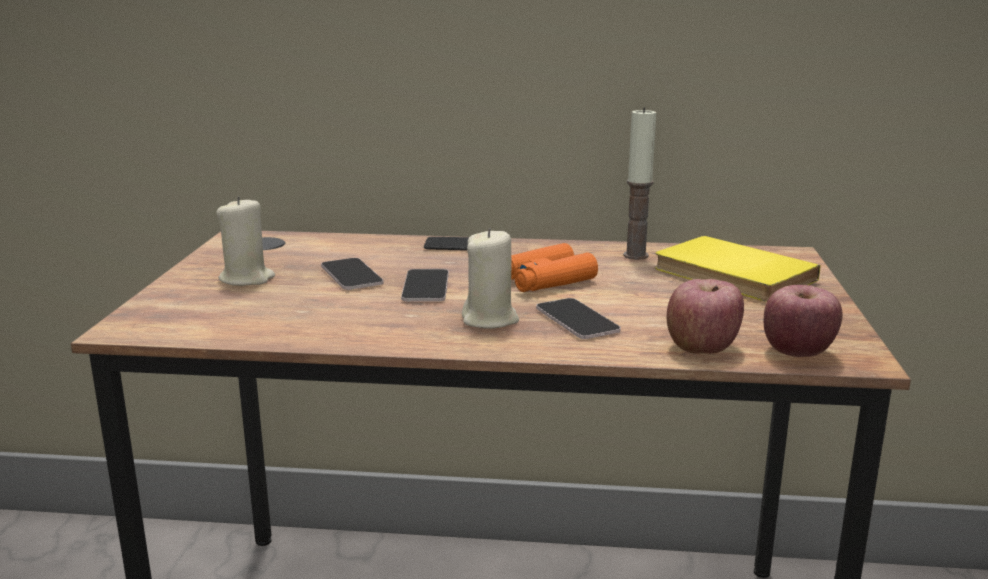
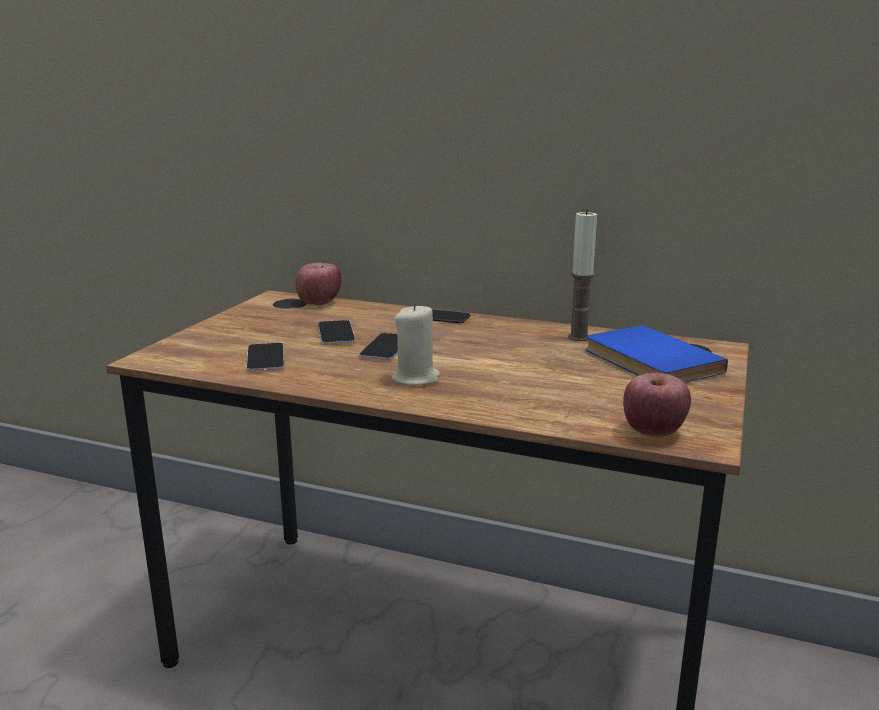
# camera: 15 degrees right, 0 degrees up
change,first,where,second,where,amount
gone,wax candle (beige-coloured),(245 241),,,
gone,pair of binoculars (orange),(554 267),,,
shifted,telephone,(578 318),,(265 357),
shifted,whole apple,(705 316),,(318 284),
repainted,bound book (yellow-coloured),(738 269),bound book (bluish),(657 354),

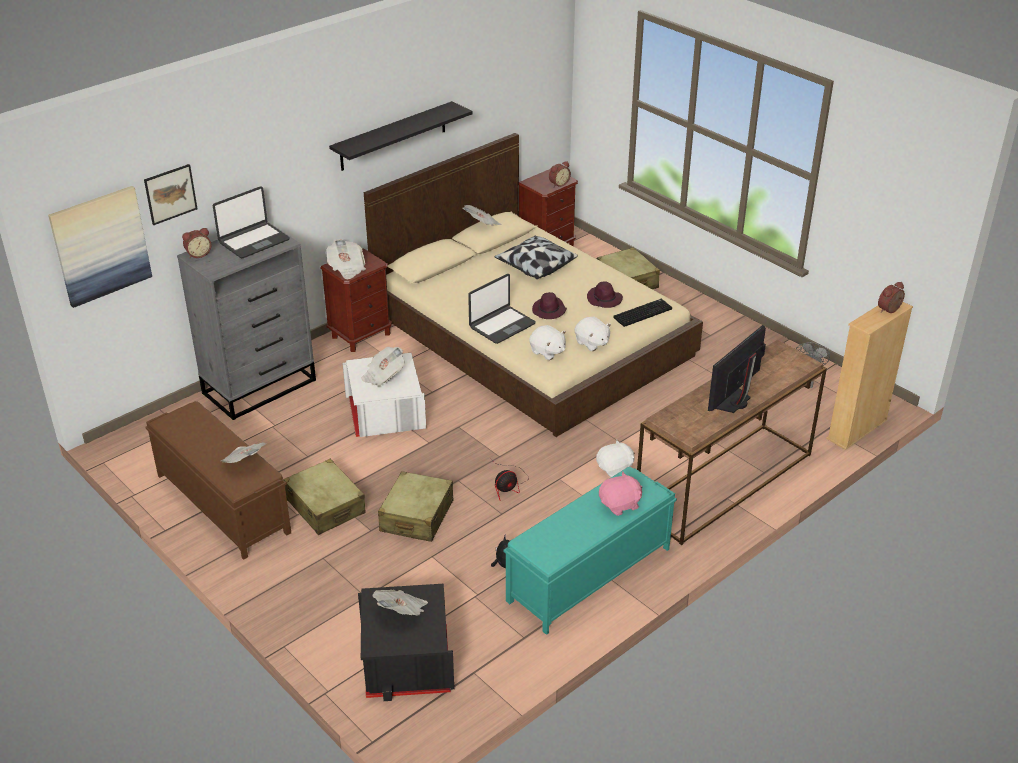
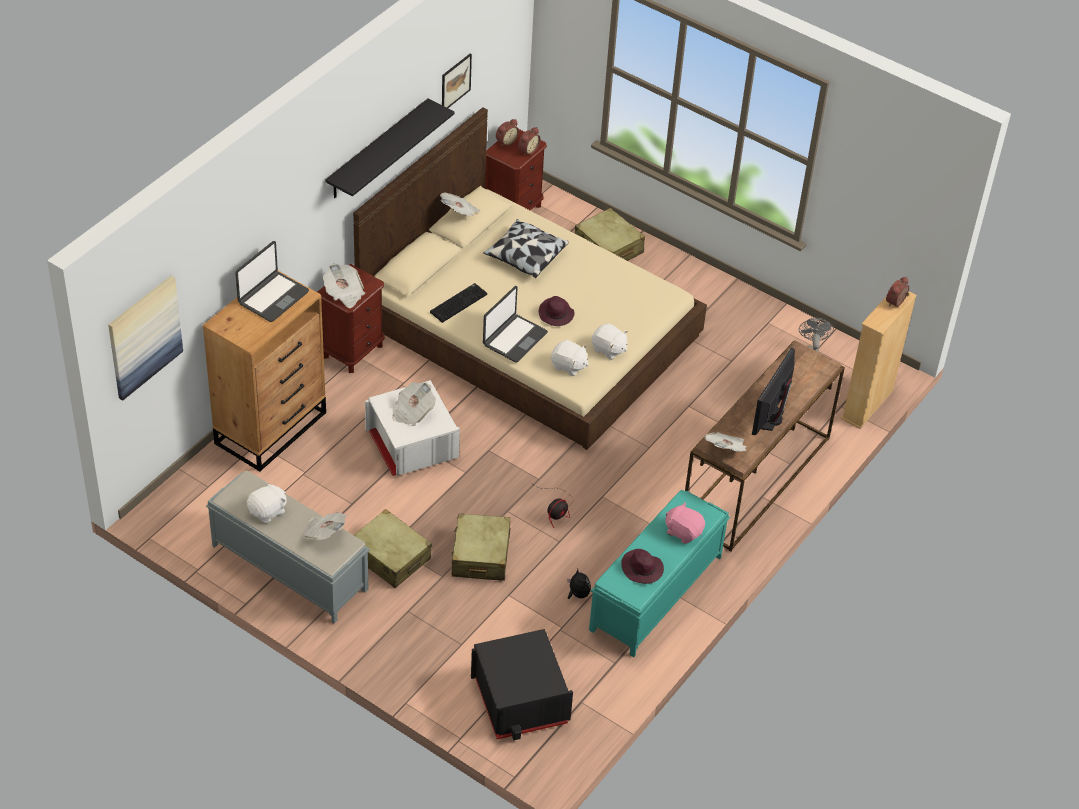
# camera: 15 degrees left, 10 degrees up
change,first,where,second,where,amount
shifted,wall picture,(171 194),,(457 81),
shifted,table clock,(196 243),,(507 133),
shifted,daily paper,(400 603),,(725 442),
shifted,hat (purple-coloured),(605 294),,(642 566),
shifted,soft toy (white),(615 458),,(267 502),
shifted,computer keyboard,(642 313),,(458 303),
repainted,bench (brownish),(218 480),bench (grey),(288 547),
repainted,drawer chest (grey),(246 321),drawer chest (brownish),(264 371),
rotated,soft toy (pinkish),(620 494),,(685 523),105 degrees counterclockwise

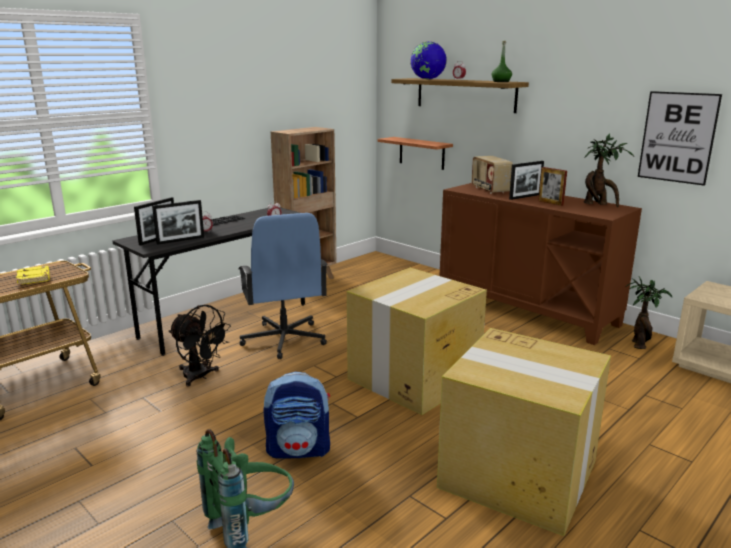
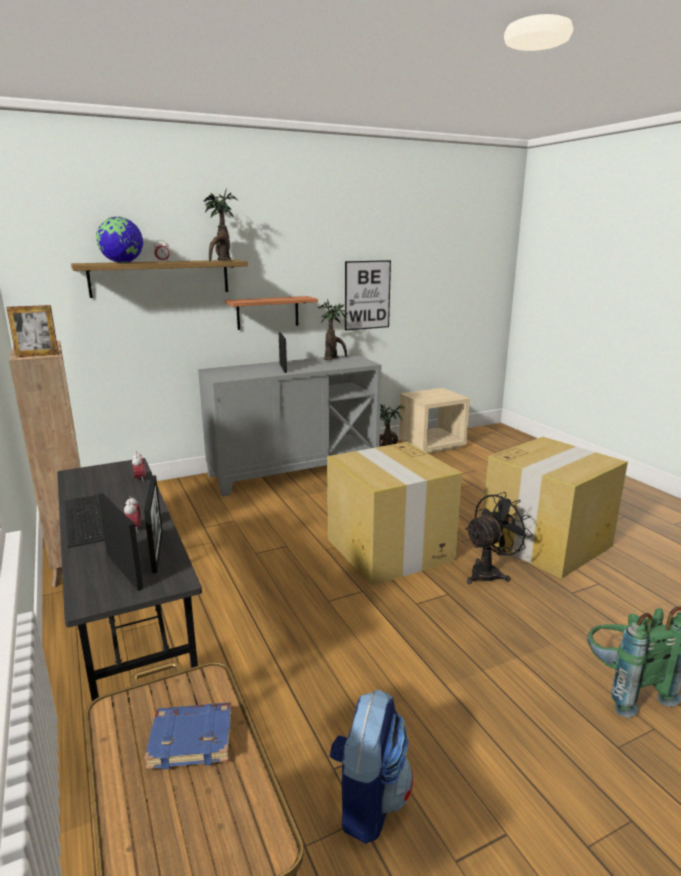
# camera: 70 degrees left, 0 degrees up
change,first,where,second,where,amount
gone,office chair (bluish),(283 286),,,
gone,radio,(492 175),,,
shifted,electric fan (blackish),(200 345),,(499 538),
shifted,knapsack,(296 415),,(371 766),
shifted,wall shelf,(415 153),,(271 313),
shifted,photo frame,(552 186),,(32 331),
swapped,drink bottle (greenish),(502 61),potted plant,(220 224),
repainted,bound book (yellow-coloured),(33 275),bound book (bluish),(187 736),
repainted,storage cabinet (brownish),(541 264),storage cabinet (grey),(289 425),

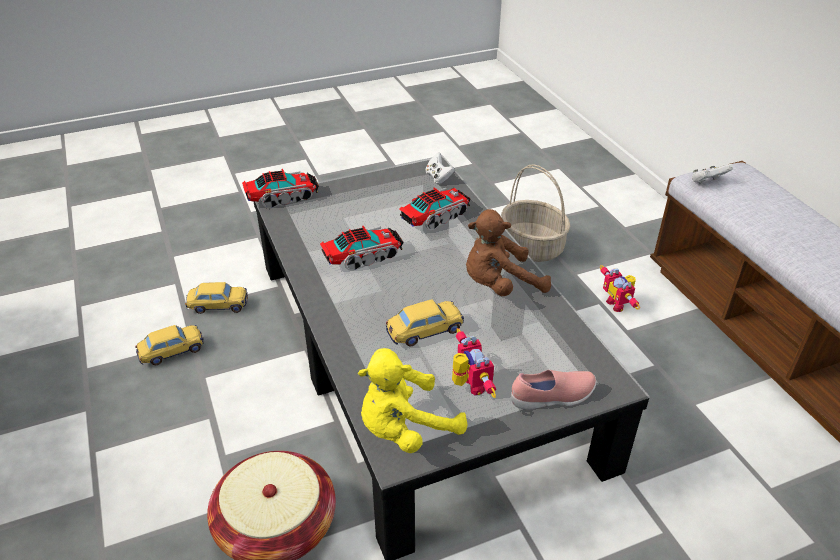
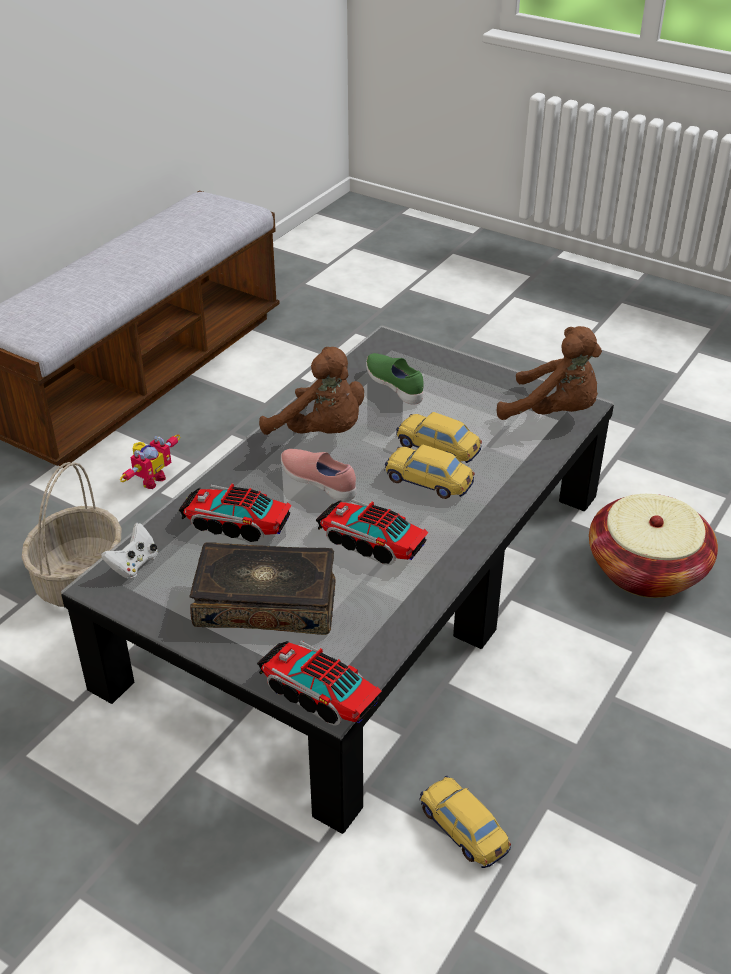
# camera: 125 degrees left, 0 degrees up
change,first,where,second,where,amount
gone,model robot,(474 363),,,
gone,game controller (white),(712 174),,,
new,,,bound book,(263 588),
new,,,shoe (greenish),(395 378),
shifted,miniature car,(169 345),,(429 472),
shifted,shoe (pinkish),(553 390),,(319 475),
repainted,soft toy (yellow-coloured),(412 400),soft toy (brownish),(549 373),

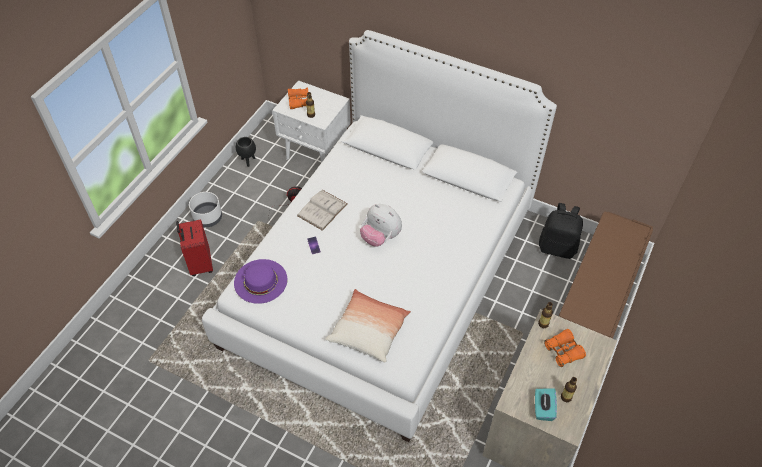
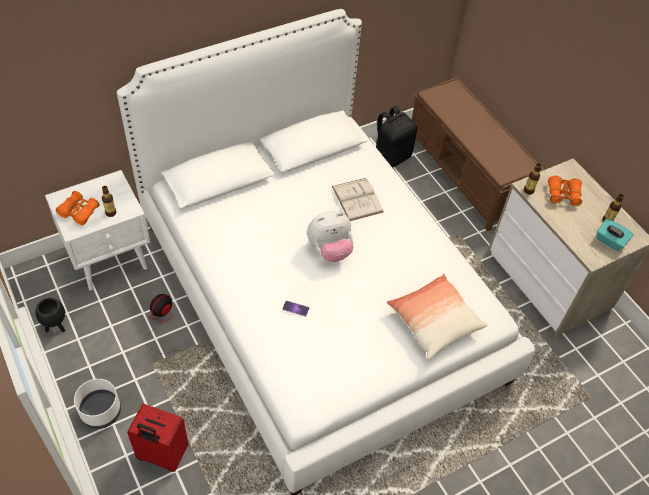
# camera: 60 degrees left, 0 degrees up
change,first,where,second,where,amount
gone,hat (purple-coloured),(260 281),,,
shifted,bound book (white),(322 210),,(358 199),

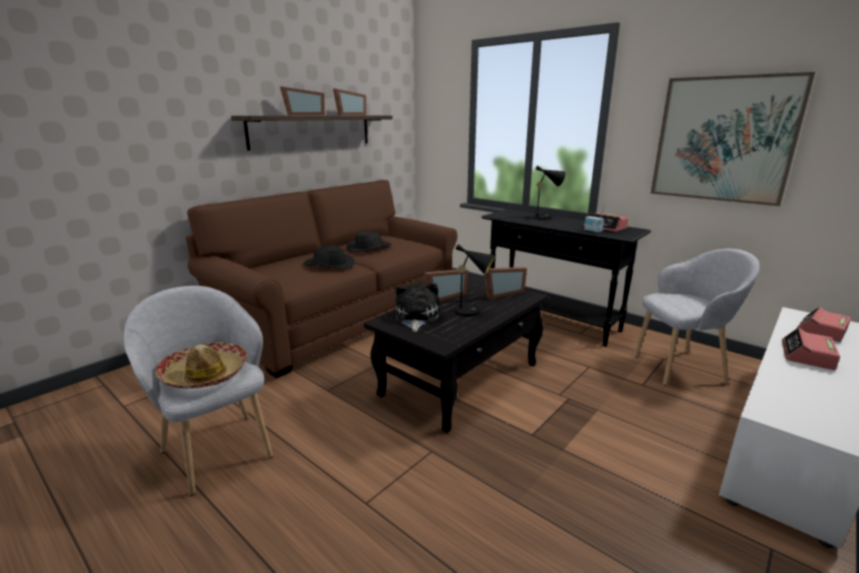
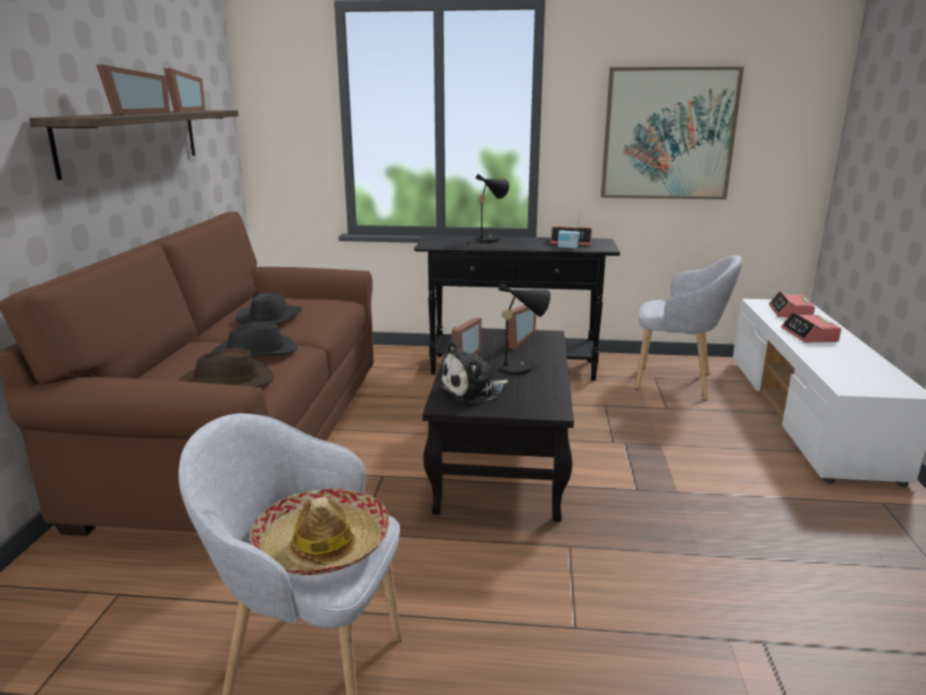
# camera: 35 degrees left, 0 degrees up
change,first,where,second,where,amount
new,,,hat (brownish),(225 367),
rotated,soft toy,(417 307),,(474 372),90 degrees counterclockwise
rotated,armchair (grey),(697 317),,(688 328),60 degrees clockwise

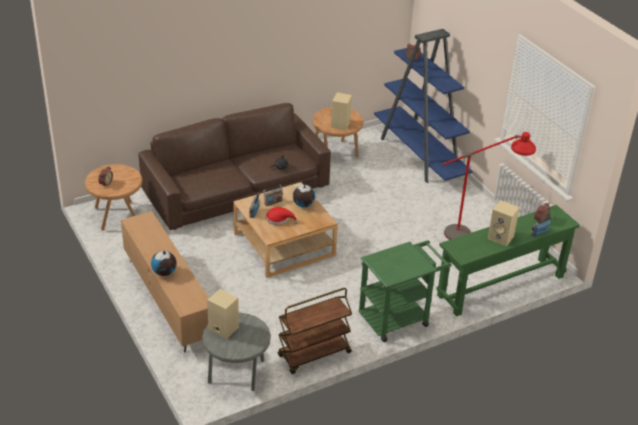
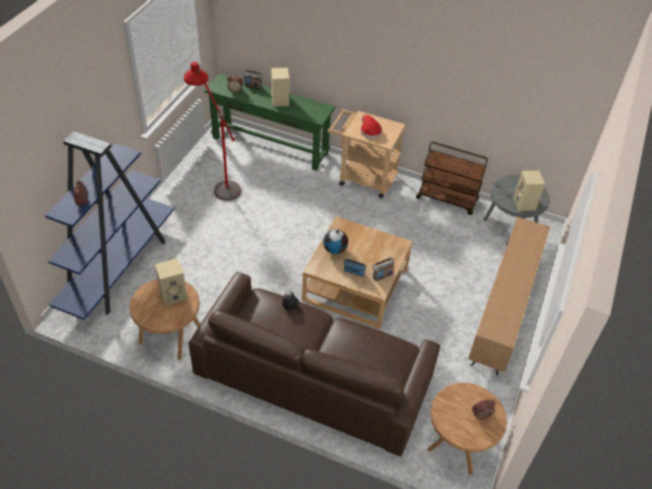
# camera: 130 degrees left, 10 degrees up
change,first,where,second,where,amount
gone,globe,(164 263),,,
shifted,hat (reddish),(282 216),,(371 126),
repainted,cart (greenish),(405 291),cart (beige-coloured),(366 153),

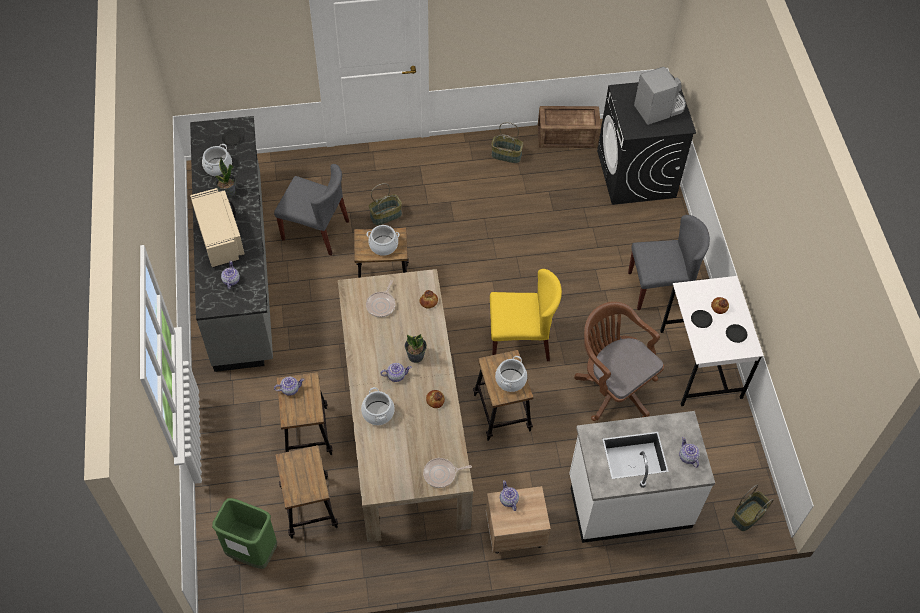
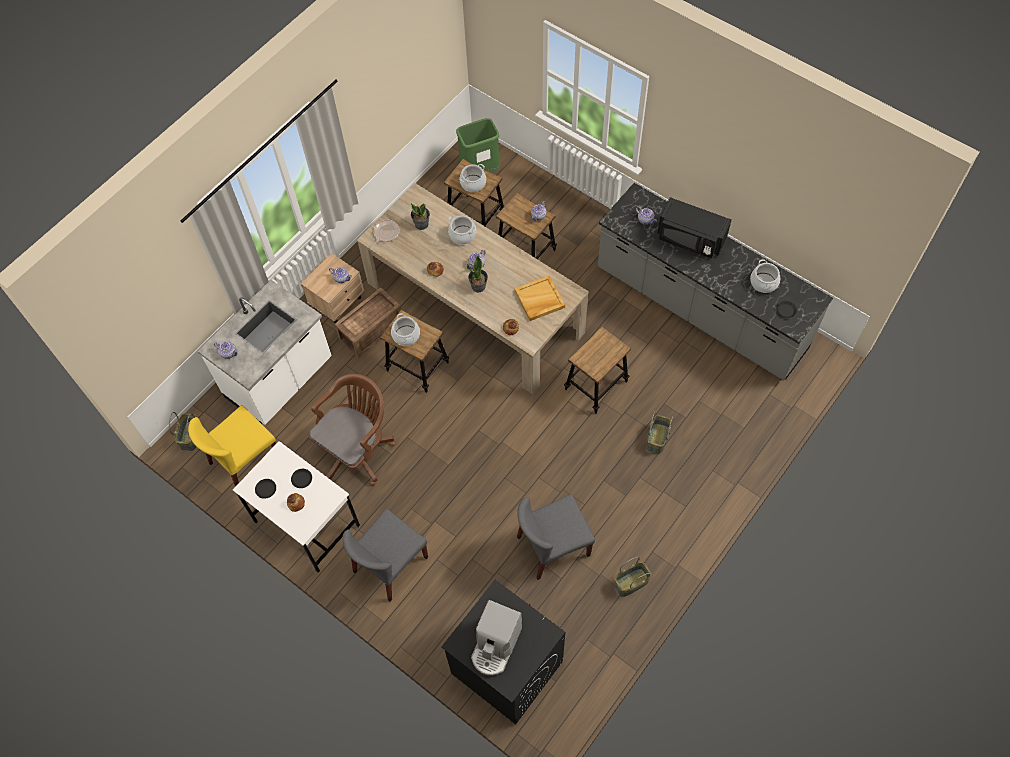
# camera: 140 degrees right, 5 degrees up
change,first,where,second,where,amount
shifted,potted plant,(225 178),,(420 216),
shifted,upright chair (grey),(311 210),,(556 537),
shifted,cooking pot,(383 240),,(473 178),
shifted,upright chair (yellow-coloured),(526 315),,(232 446),
shifted,shipping crate,(569 127),,(368 322),
swapped,frying pan,(381 298),carrying tray (beige-coloured),(539 298),
repainted,microwave oven (beige-coloured),(217 228),microwave oven (blackish),(694 227),
rotated,office chair (brownish),(619 361),,(352 430),60 degrees counterclockwise

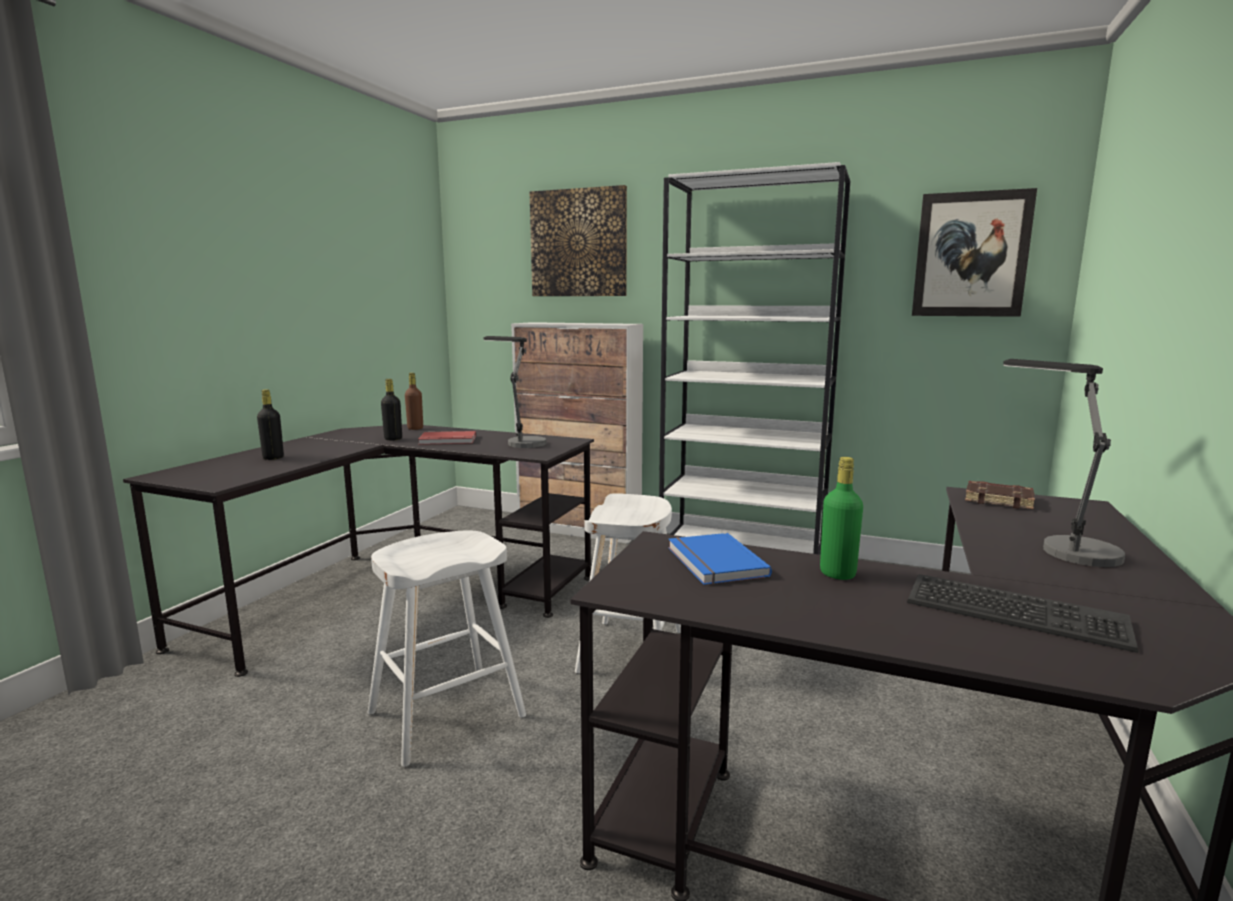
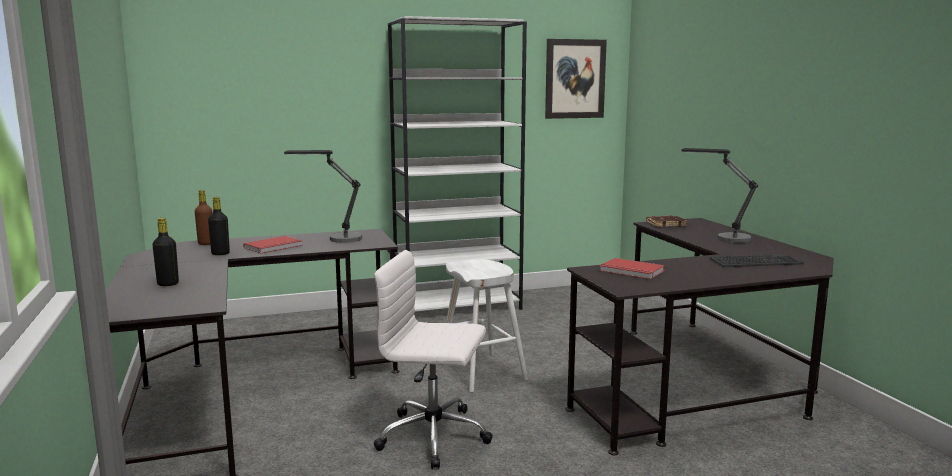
# camera: 40 degrees left, 0 degrees up
change,first,where,second,where,amount
gone,storage cabinet,(577 432),,,
gone,wall picture,(578 240),,,
gone,drink bottle (greenish),(841 518),,,
swapped,stool (white),(446 649),office chair (white),(433 359),
repainted,bound book (bluish),(720 559),bound book (reddish),(632 268),

